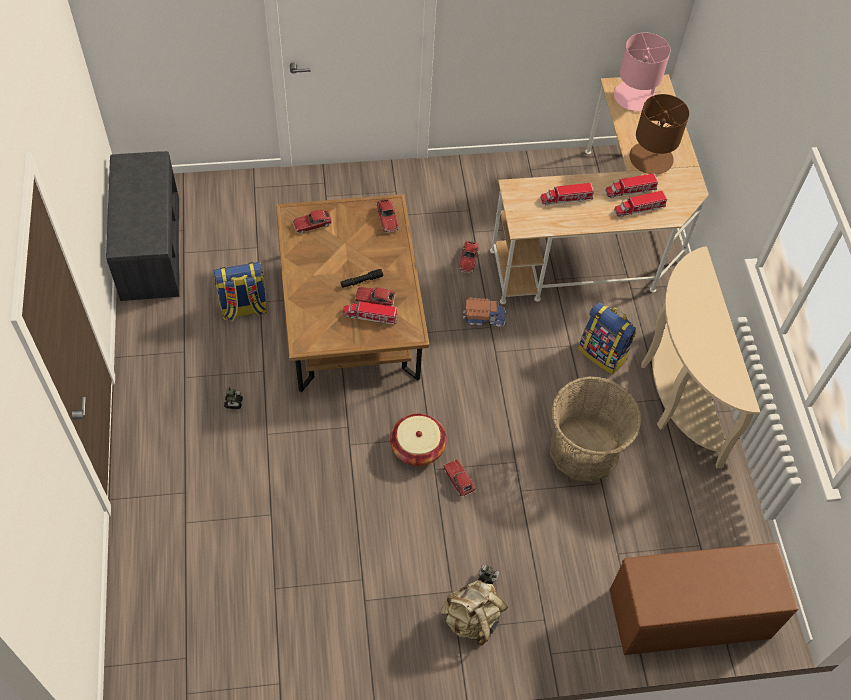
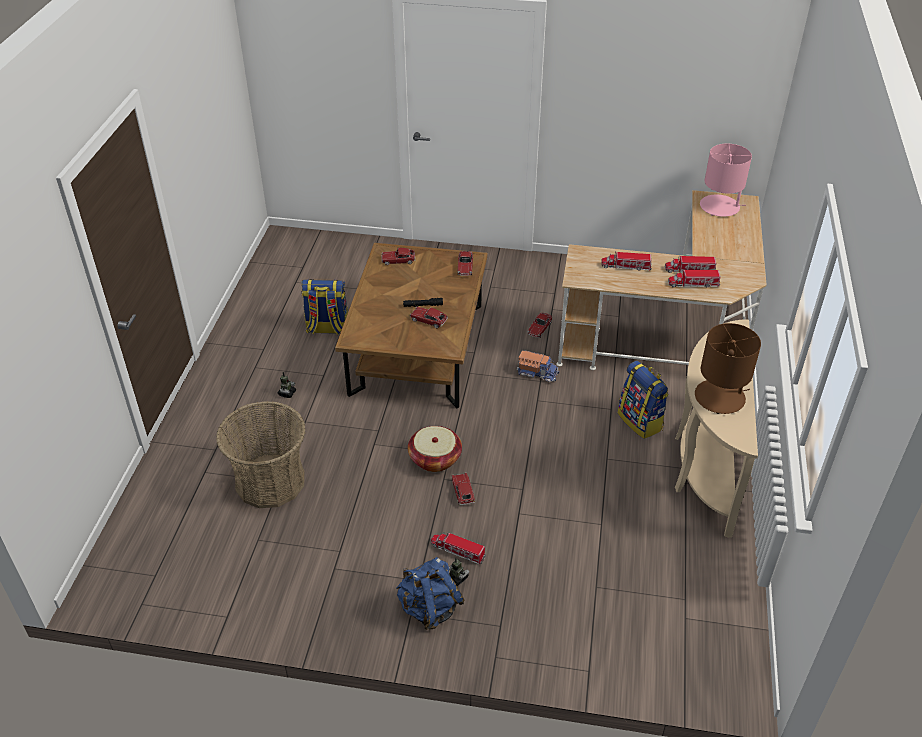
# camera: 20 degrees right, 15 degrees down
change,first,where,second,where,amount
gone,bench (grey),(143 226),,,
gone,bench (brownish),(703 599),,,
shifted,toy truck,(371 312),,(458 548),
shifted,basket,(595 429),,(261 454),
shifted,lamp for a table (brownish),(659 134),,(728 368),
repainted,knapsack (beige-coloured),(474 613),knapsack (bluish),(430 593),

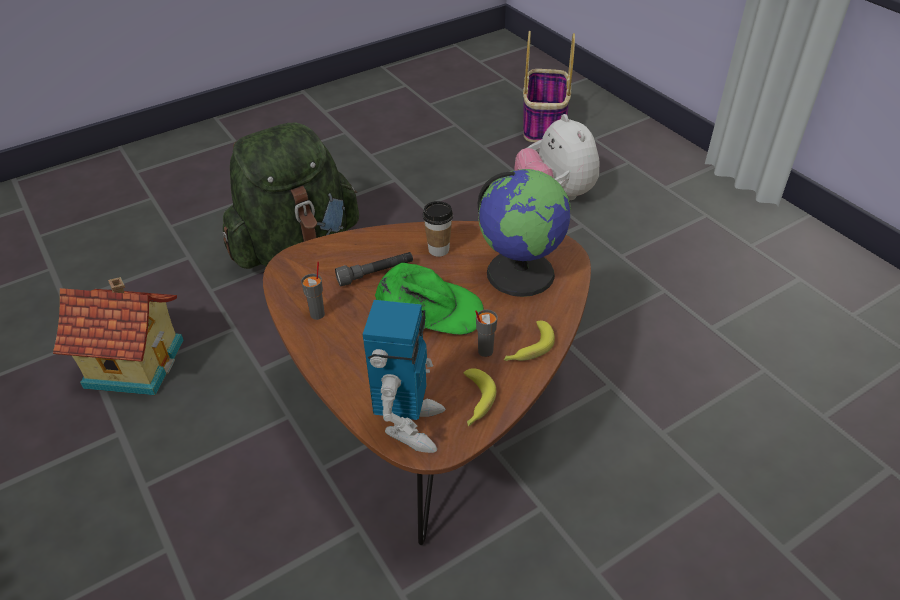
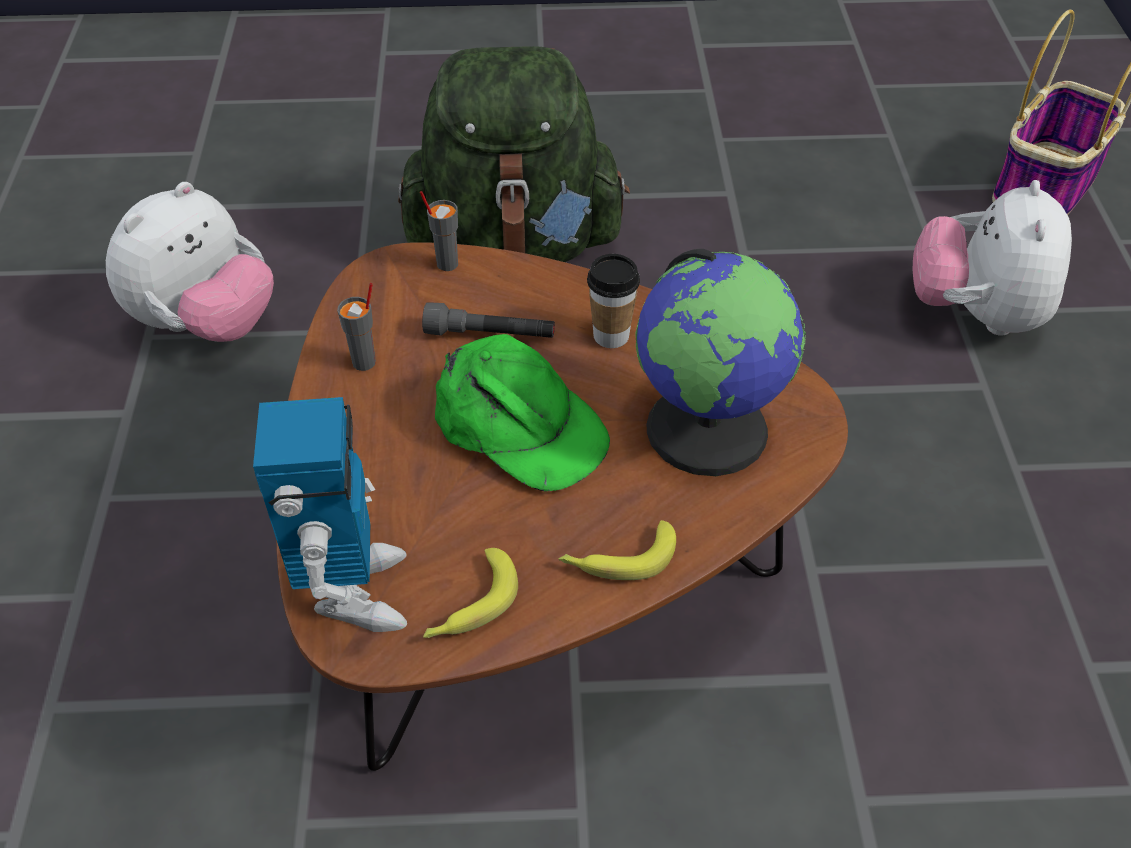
# camera: 30 degrees right, 5 degrees up
change,first,where,second,where,amount
shifted,drinking cup (grey),(486 333),,(439 231),
swapped,miniature house,(118 336),soft toy,(190 262),
rotated,model robot,(404 376),,(330 514),45 degrees counterclockwise

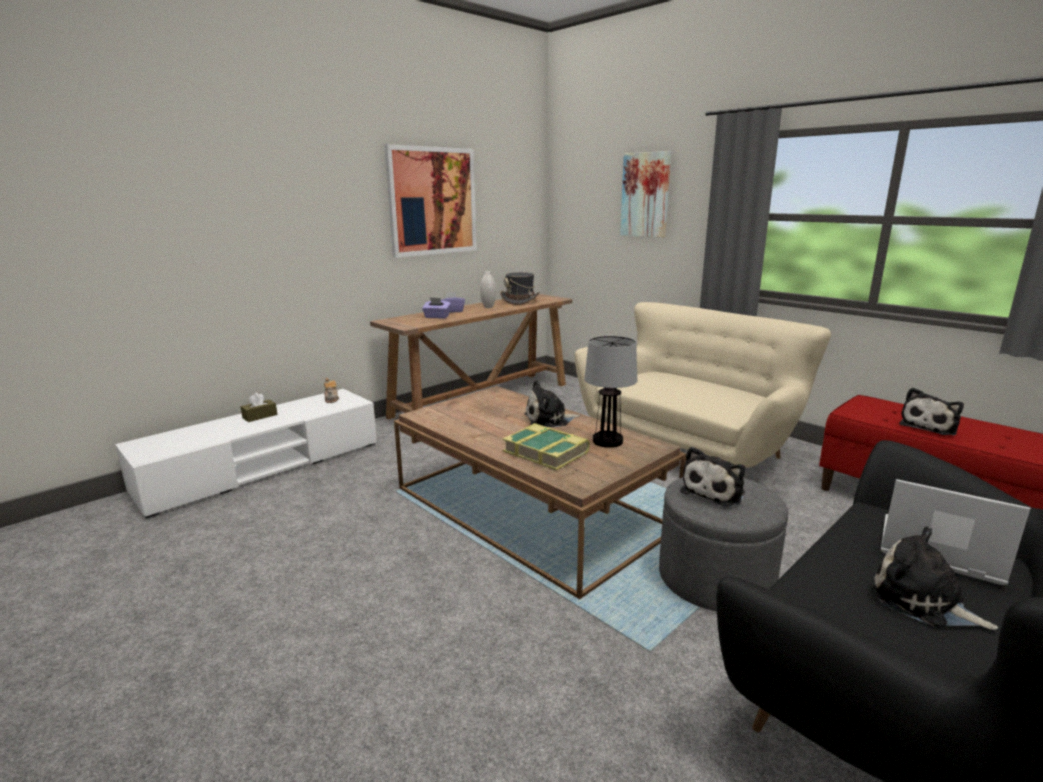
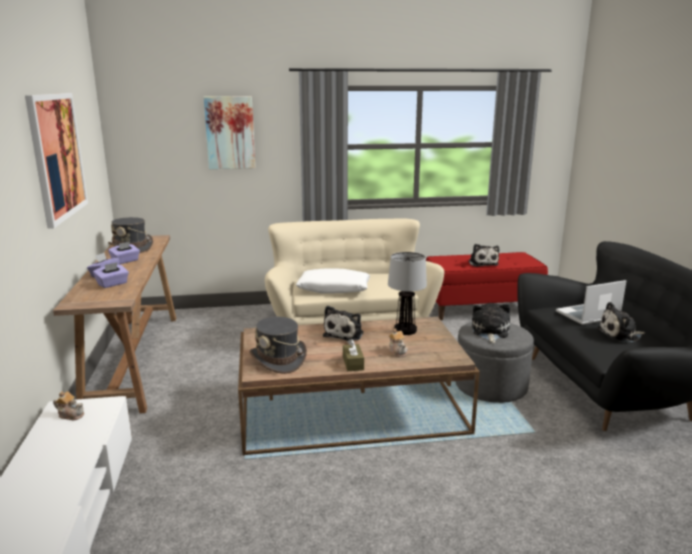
# camera: 55 degrees left, 0 degrees up
change,first,where,second,where,amount
new,,,hat (grey),(278 345),
new,,,cushion (white),(332 281),
shifted,box of tissues (brownish),(259 407),,(353 355),
swapped,decorative vase (white),(488 289),box of tissues (purple-coloured),(124 253),
swapped,bound book,(546 447),pot for tea,(398 343),
rotated,soft toy,(712 477),,(491 323),150 degrees counterclockwise

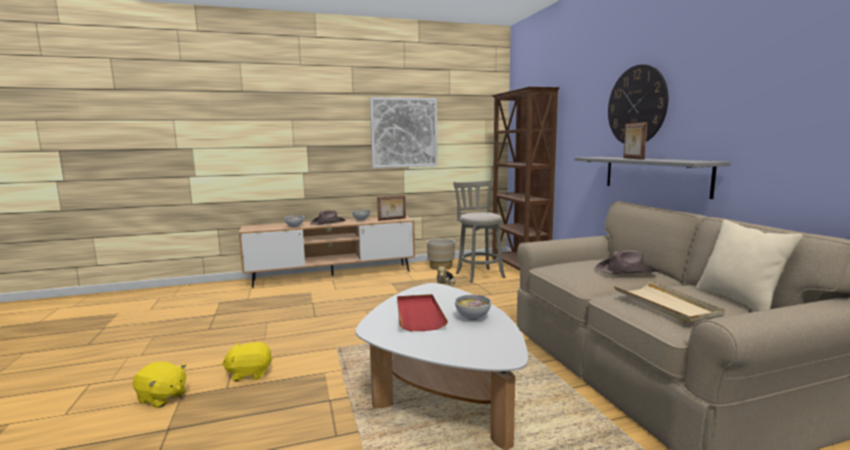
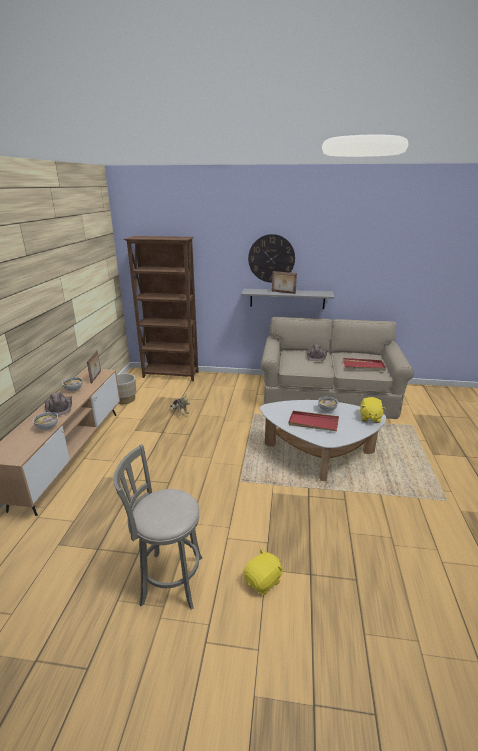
# camera: 65 degrees left, 15 degrees up
change,first,where,second,where,amount
gone,wall picture,(404 132),,,
gone,cushion (beige-coloured),(749 266),,,
shifted,soft toy (yellow-coloured),(247 362),,(373 410),
shifted,stool (grey),(479 231),,(157 527),
repainted,carrying tray (beige-coloured),(669 302),carrying tray (reddish),(364 364),

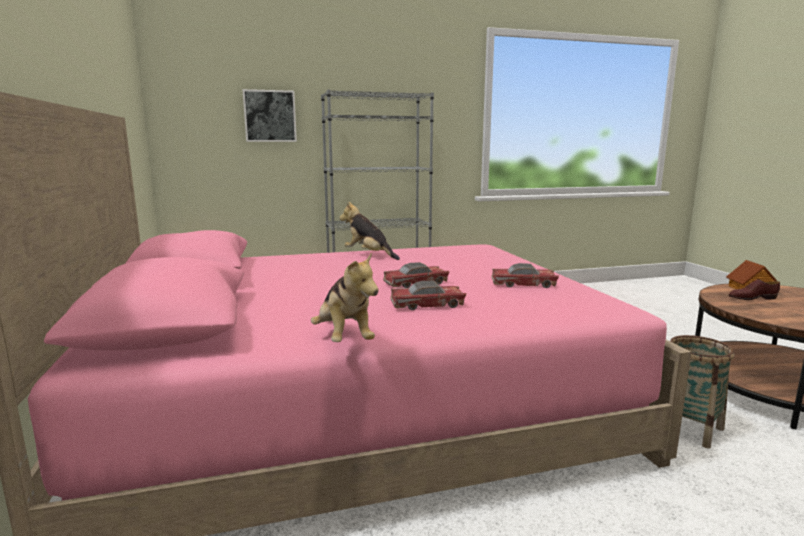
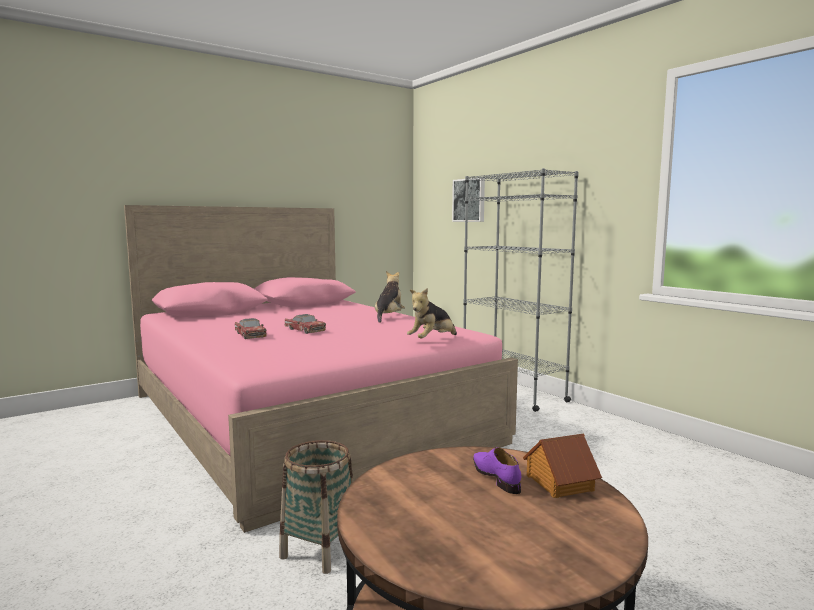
# camera: 70 degrees right, 5 degrees down
change,first,where,second,where,amount
gone,miniature car,(525 275),,,
shifted,soft toy,(345 297),,(432 313),
repainted,shoe (brownish),(754 289),shoe (purple-coloured),(497 470),

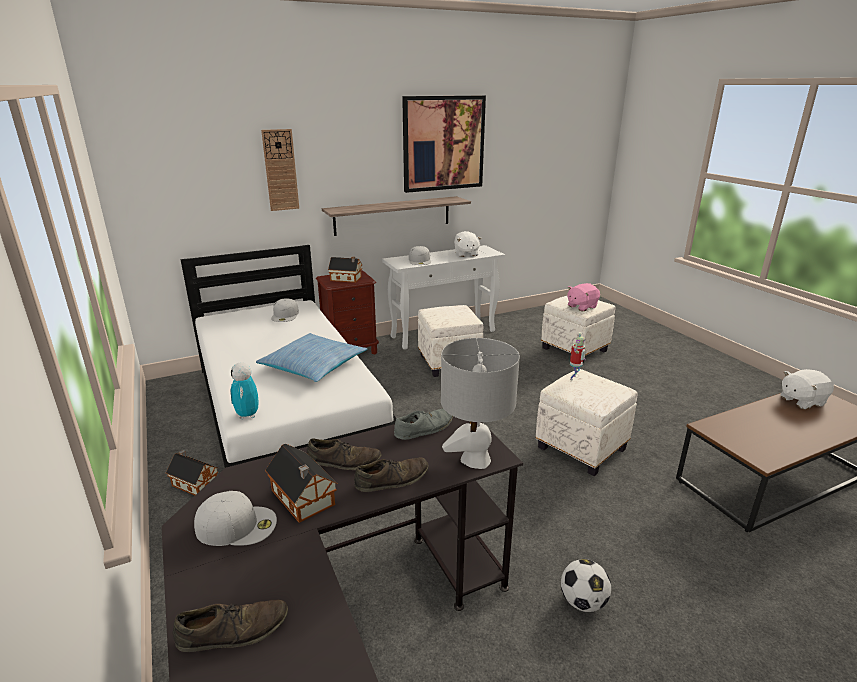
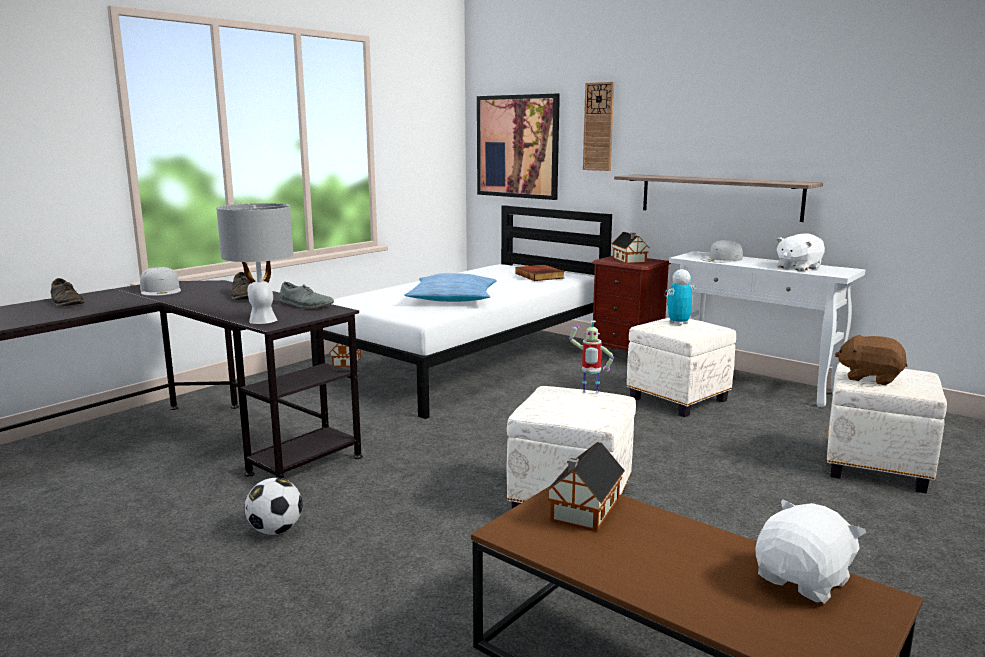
# camera: 65 degrees right, 10 degrees down
change,first,where,second,where,amount
gone,shoe (brownish),(391 474),,,
shifted,model robot,(244 390),,(680 297),
shifted,miniature house,(301 483),,(585 487),
shifted,wall picture,(444 144),,(518 147),
swapped,peaked cap (white),(285 310),bound book,(540 273),
repainted,soft toy (pinkish),(583 297),soft toy (brownish),(871 360),
rotated,soft toy (white),(807 389),,(810 552),90 degrees clockwise

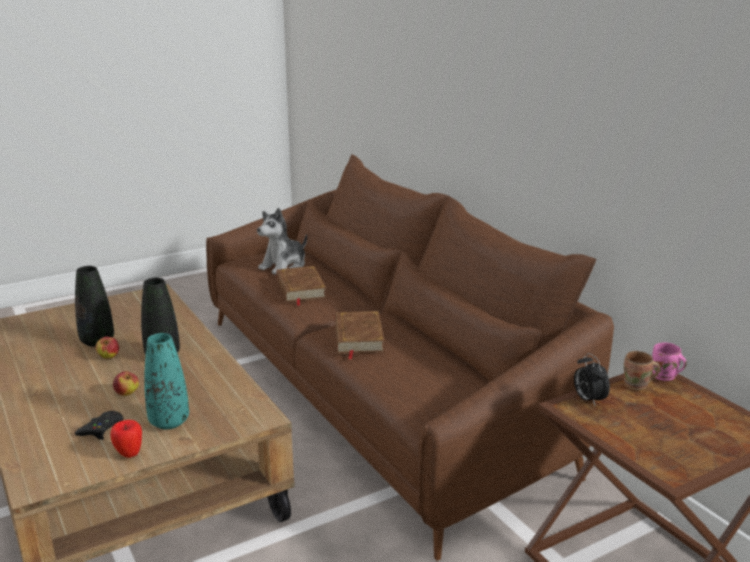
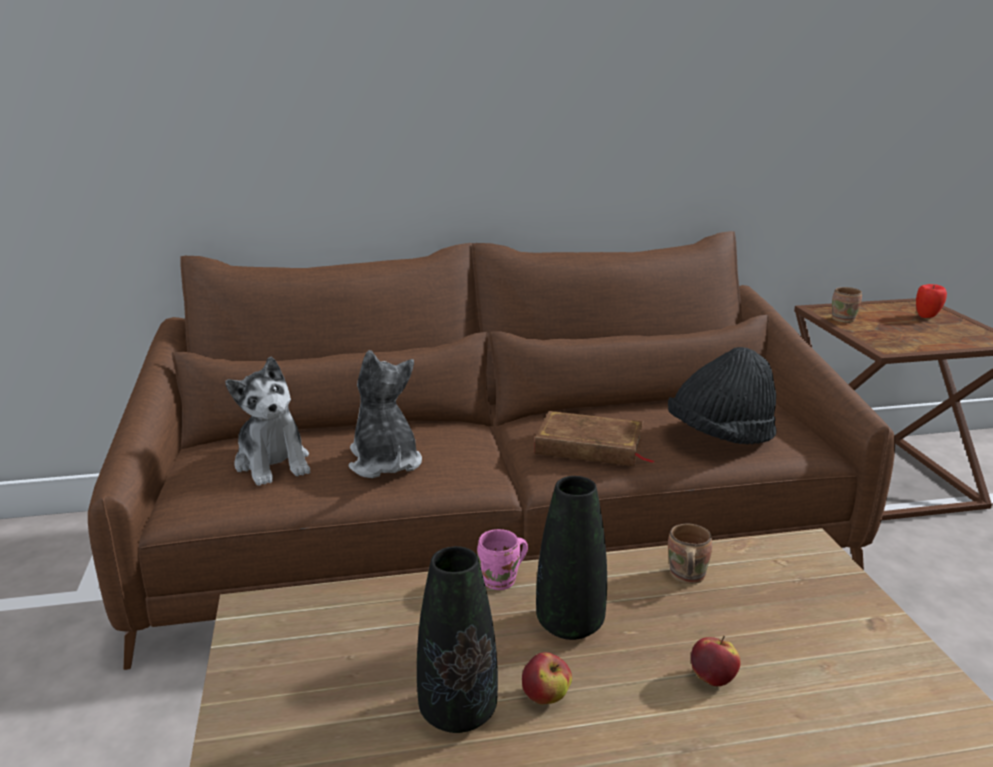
# camera: 70 degrees left, 0 degrees up
change,first,where,second,where,amount
gone,game controller (blackish),(99 425),,,
gone,decorative vase (turquoise-coloured),(166 381),,,
gone,table clock,(592 379),,,
new,,,hat (blackish),(722 395),
new,,,coffee mug (brownish),(690 554),
shifted,whole apple,(126 439),,(931 301),
shifted,coffee mug (pinkish),(669 361),,(502 559),
swapped,bound book (brownish),(301 286),soft toy,(385 414),

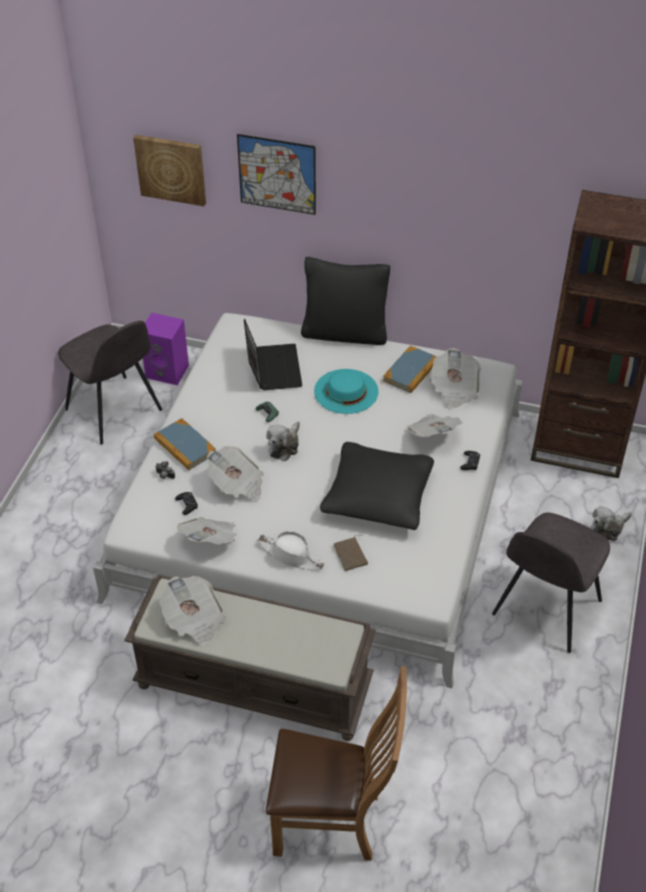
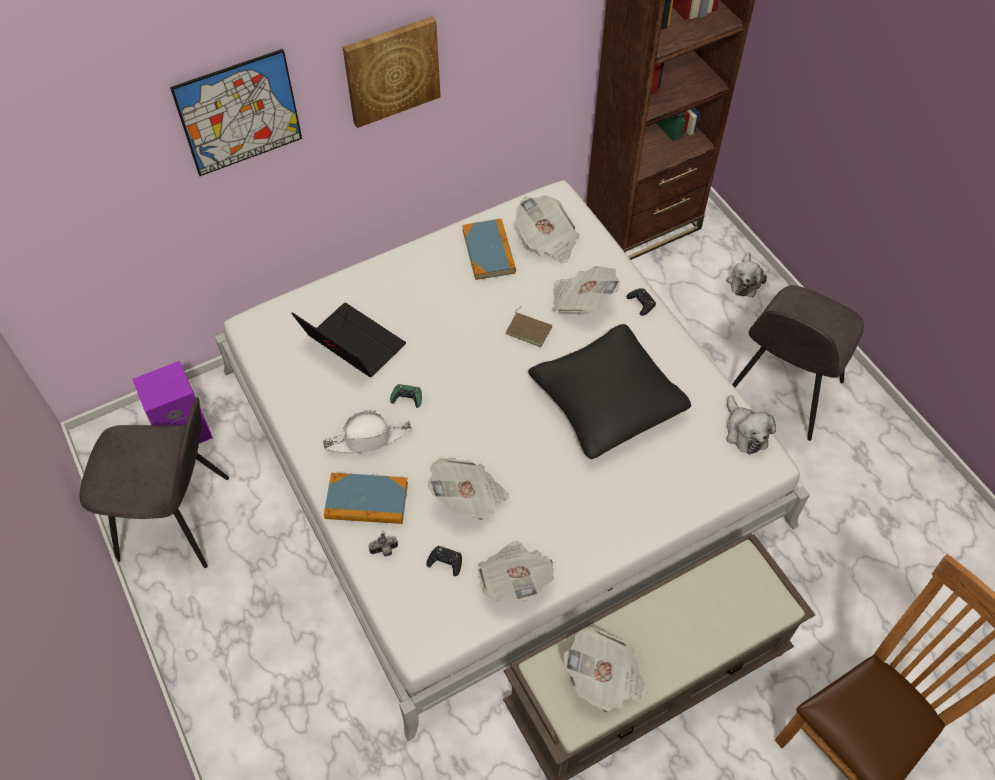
# camera: 45 degrees left, 10 degrees up
change,first,where,second,where,amount
gone,cushion (blackish),(345 301),,,
gone,hat (turquoise-coloured),(346 391),,,
shifted,wall picture,(169 170),,(392 72),
shifted,hat (white),(291 550),,(367 431),
shifted,soft toy,(283 441),,(751 424),
shifted,bound book (brownish),(350 553),,(529 326),
rotated,upright chair (grey),(551 582),,(798 363),45 degrees clockwise

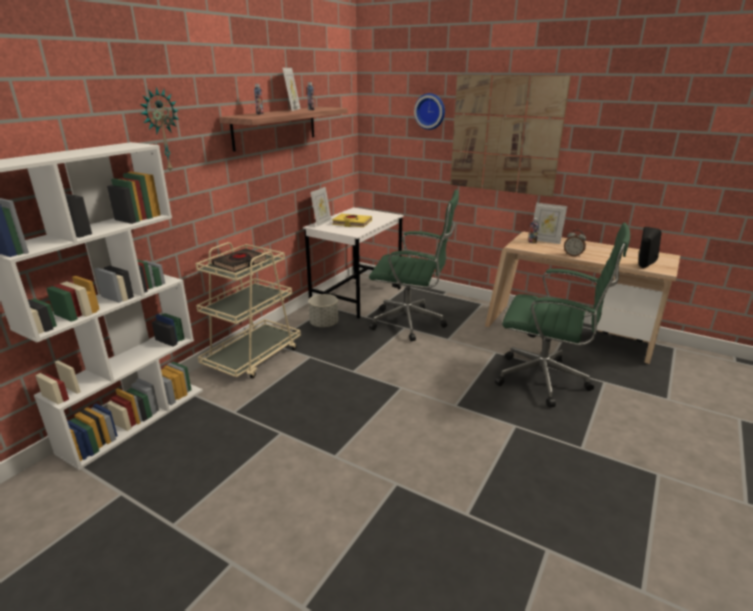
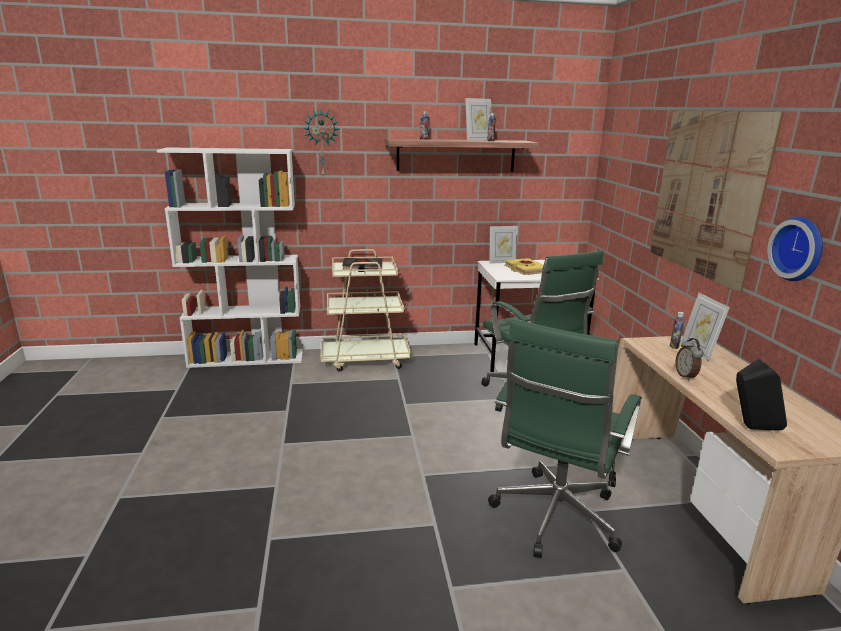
# camera: 50 degrees right, 5 degrees down
change,first,where,second,where,amount
gone,flower pot (grey),(323 311),,,
shifted,wall clock,(429 111),,(795 249),
rotated,office chair (greenish),(562 315),,(565 438),45 degrees clockwise

